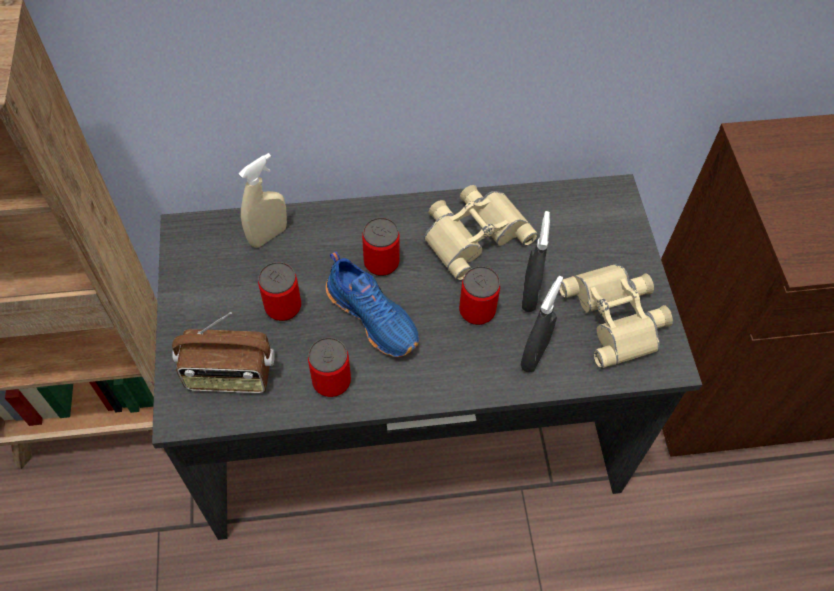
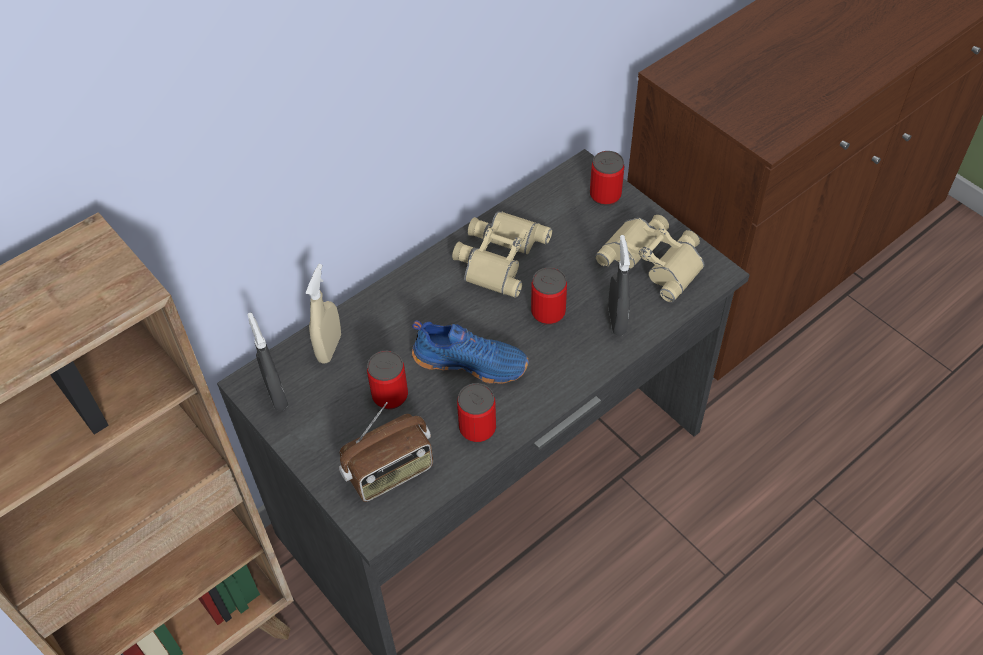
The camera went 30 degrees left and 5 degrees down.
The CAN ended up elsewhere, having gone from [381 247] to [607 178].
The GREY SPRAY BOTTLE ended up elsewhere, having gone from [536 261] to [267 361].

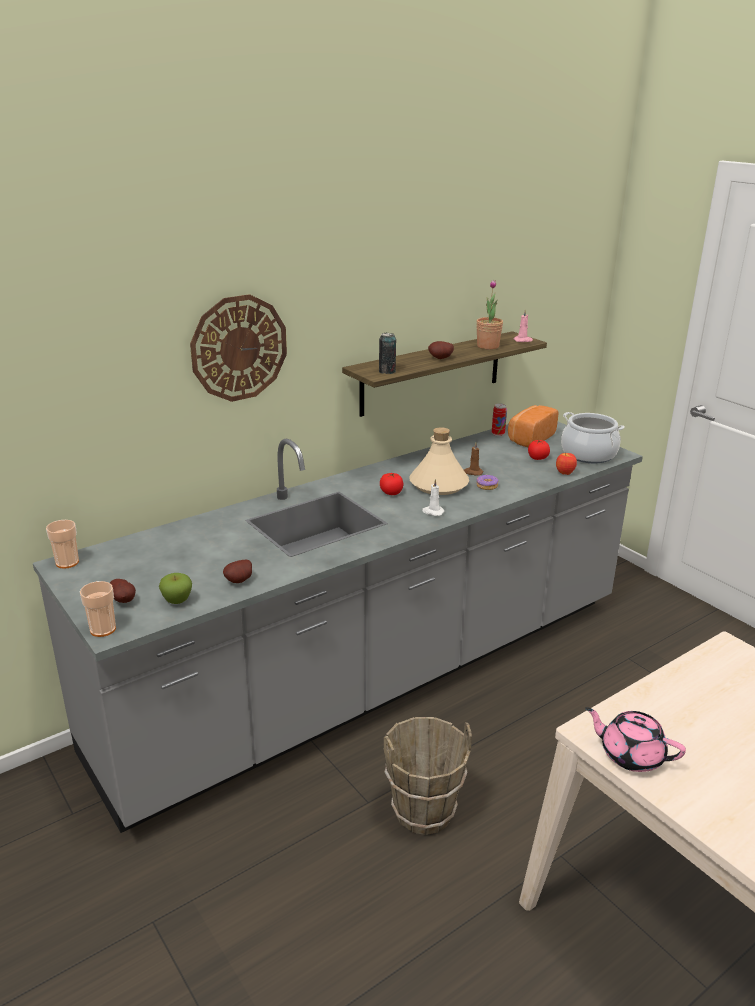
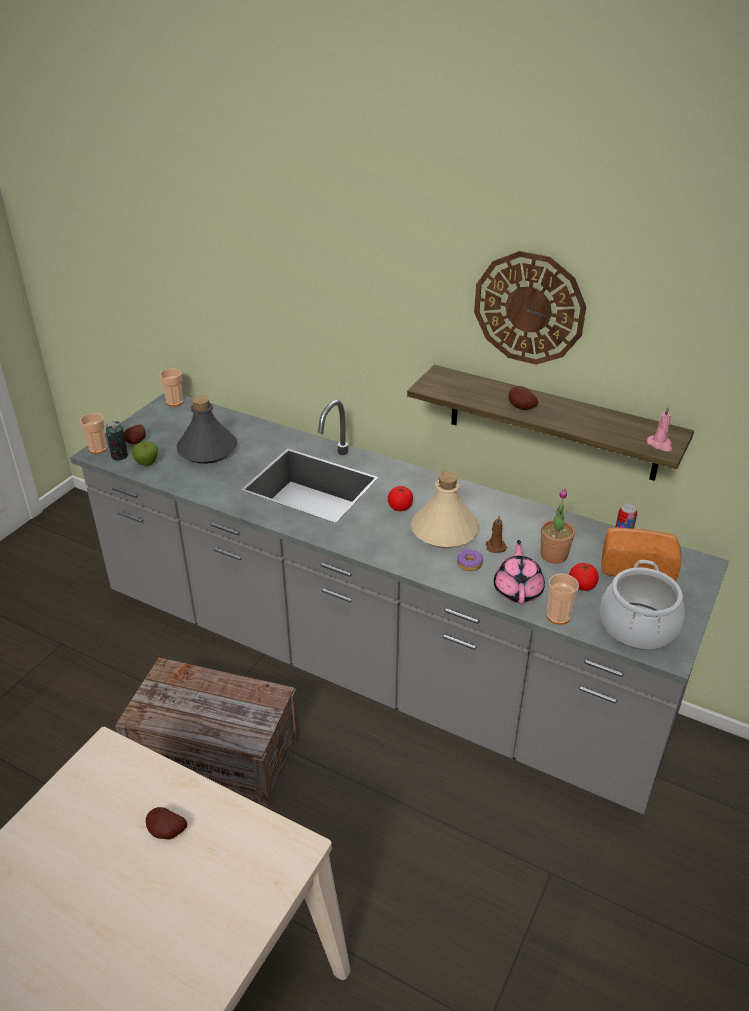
The camera went 65 degrees right and 10 degrees up.
The WALL CLOCK ended up elsewhere, having gone from [238 348] to [530 308].
The POTATO ended up elsewhere, having gone from [237 571] to [166 823].
The CAN ended up elsewhere, having gone from [387 353] to [117 440].
Where the BROWN BUCKET stood at [428 776], the CRATE came to stand at [207 733].
The second view lost the WHITE CANDLE at [433 497].
The POTTED PLANT ended up elsewhere, having gone from [489 315] to [557 526].
Where the APPLE stood at [566 464], the CUP came to stand at [562 599].
The PINK TEAPOT ended up elsewhere, having gone from [635 739] to [519 572].
The second view gained the GREY BOTTLE at [206 429].

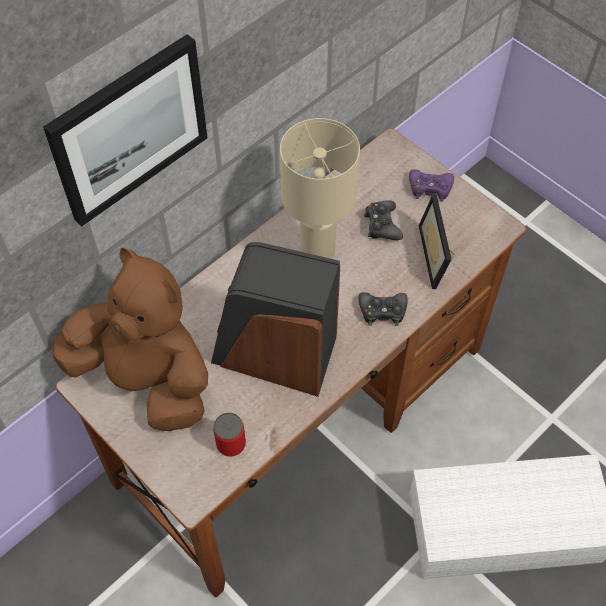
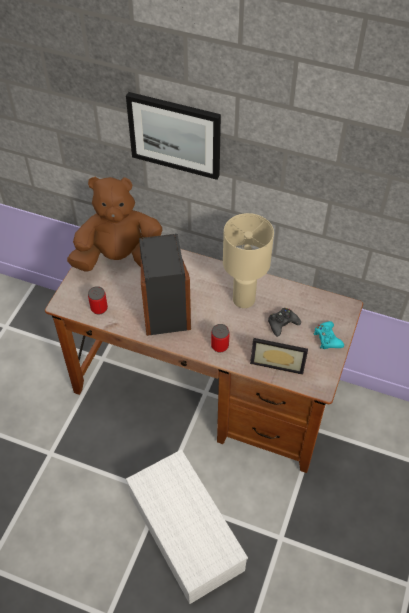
The camera went 65 degrees right and 5 degrees down.
The BROWN PLUSH TOY at [130 339] ended up facing another way, 105 degrees counterclockwise from before.
Where the BLACK GAME CONTROLLER stood at [382 309], the CAN came to stand at [220 338].
What was the PURPLE GAME CONTROLLER at [431 185] turned into the TURQUOISE GAME CONTROLLER at [329 335].
The PICTURE FRAME at [436 241] ended up facing another way, 135 degrees counterclockwise from before.

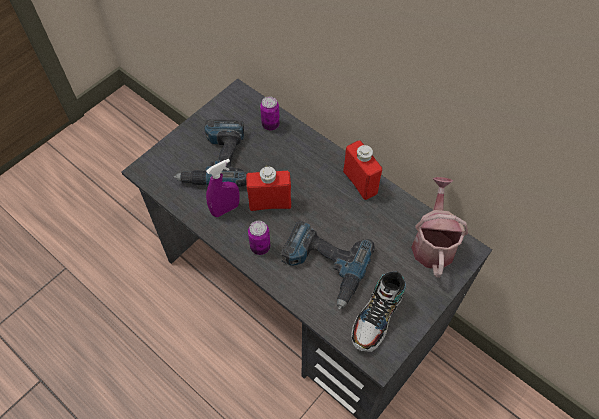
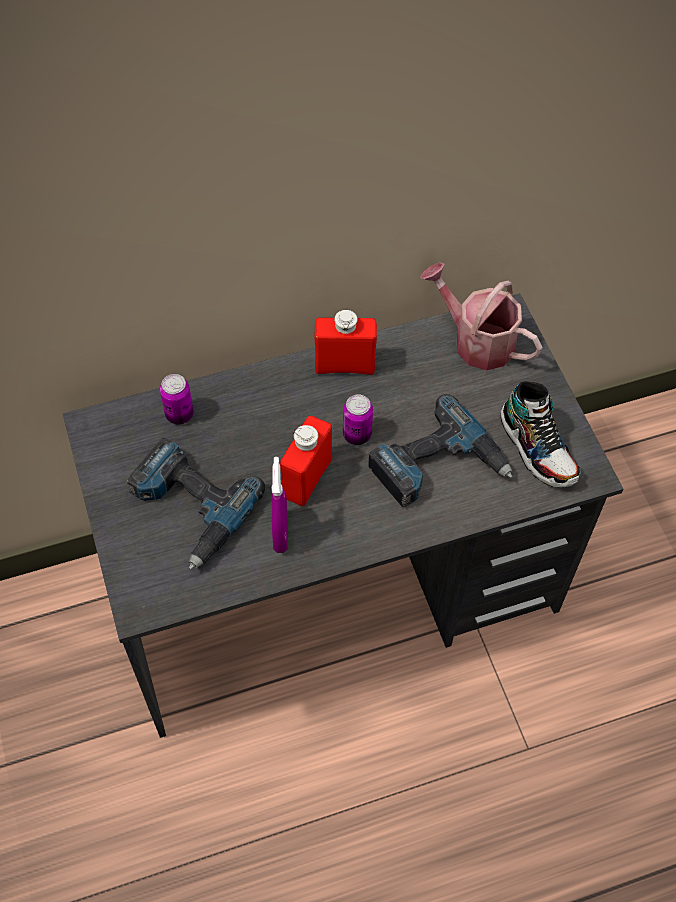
The camera went 60 degrees left and 0 degrees up.
The CAN ended up elsewhere, having gone from [259 238] to [358 419].

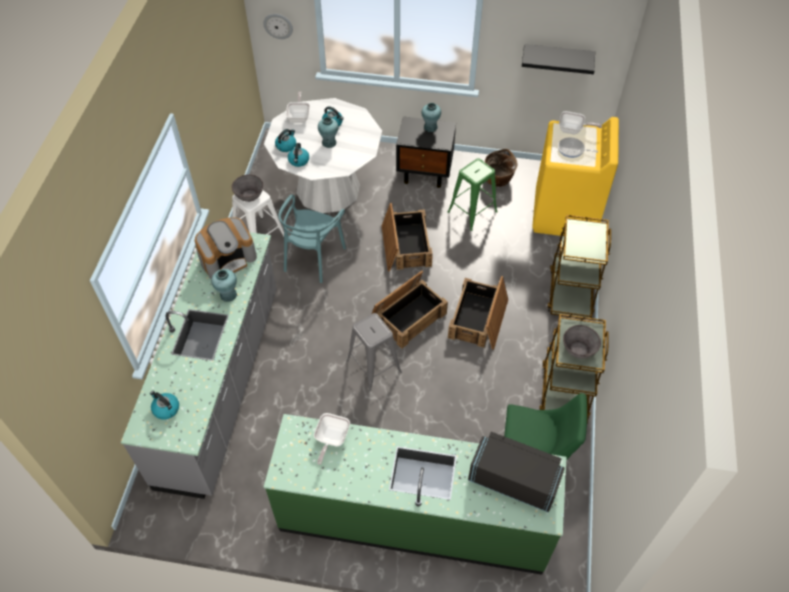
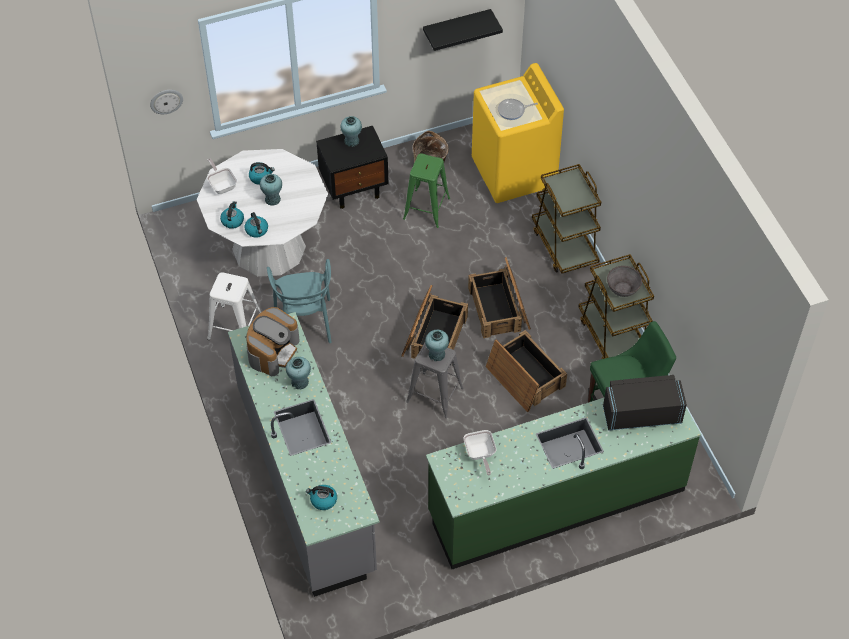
The camera went 30 degrees left and 0 degrees up.
The second view lost the GREY BOWL at [247 188].
The CRATE ended up elsewhere, having gone from [407 237] to [526 371].
The second view lost the FRYING PAN at [580 122].
The second view gained the TURQUOISE VASE at [437 345].

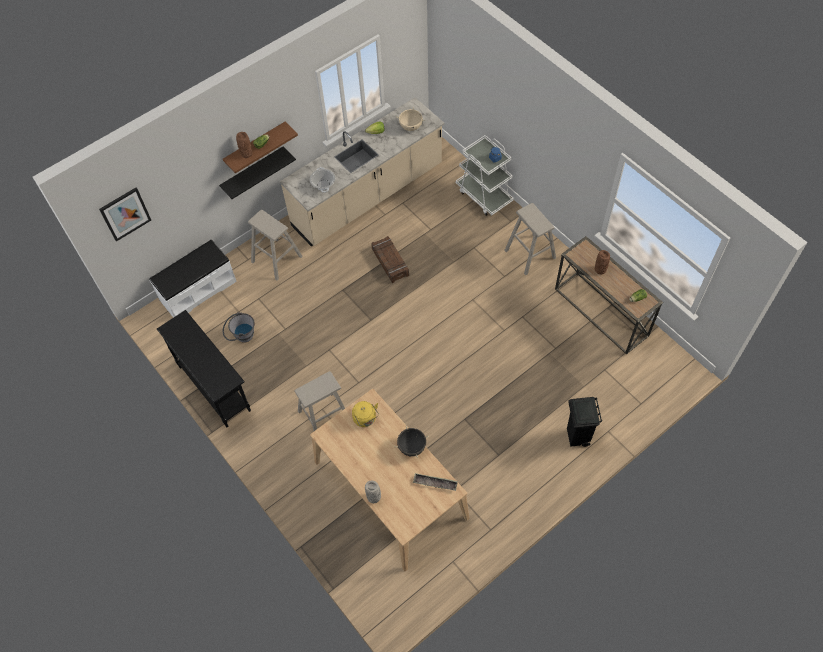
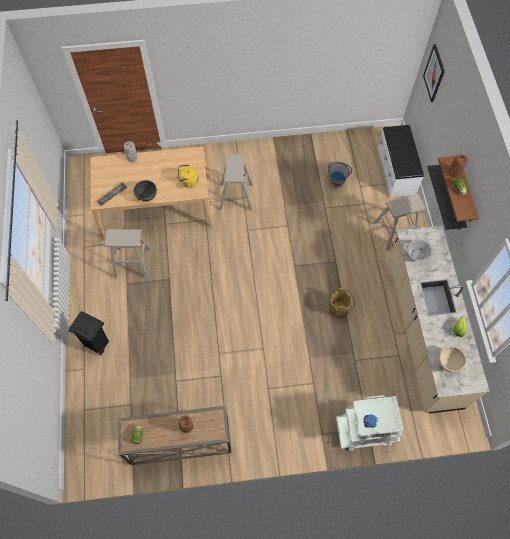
The camera went 120 degrees right and 5 degrees up.
The second view lost the BLACK CONSOLE TABLE at [204 369].
Where the CRATE stood at [390 259], the BROWN BUCKET came to stand at [342 303].
The BEIGE STOOL ended up elsewhere, having gone from [530 239] to [128 254].

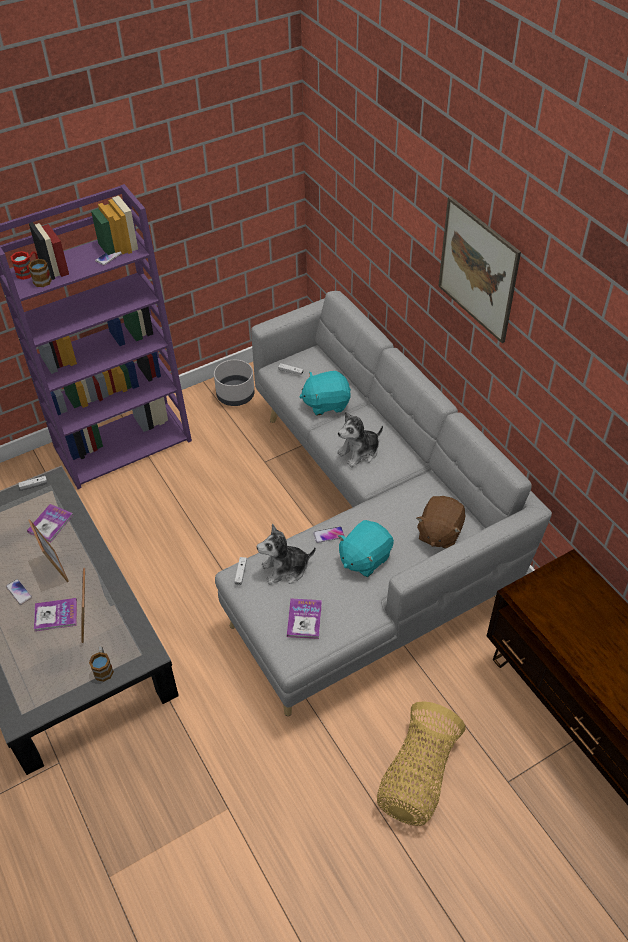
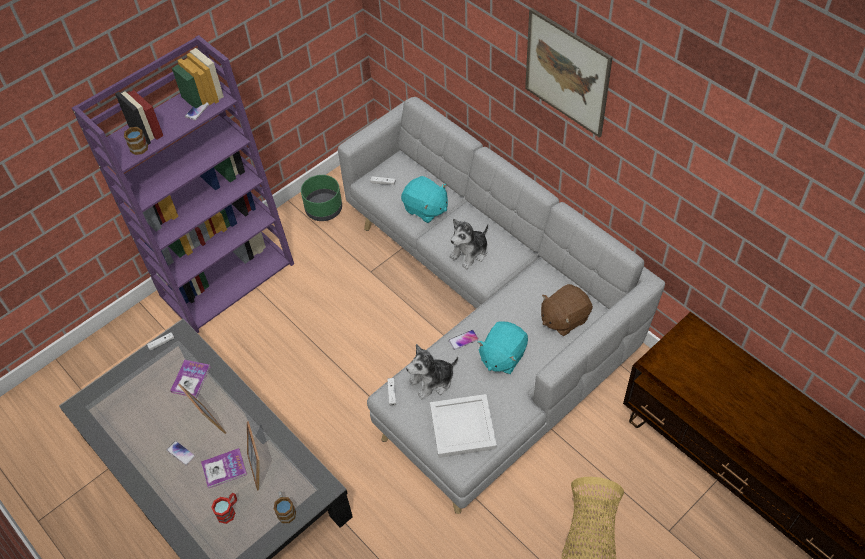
The camera went 10 degrees left and 5 degrees up.
The RED MUG ended up elsewhere, having gone from [24 265] to [224 508].
What was the GREY PLANTER at [234 383] turned into the GREEN PLANTER at [321 198].
Where the BOOK stood at [304 619], the WHITE TRAY came to stand at [463 426].
The TURQUOISE PLUSH TOY at [325 393] ended up facing another way, 120 degrees counterclockwise from before.
The BROWN PLUSH TOY at [440 522] ended up facing another way, 45 degrees clockwise from before.

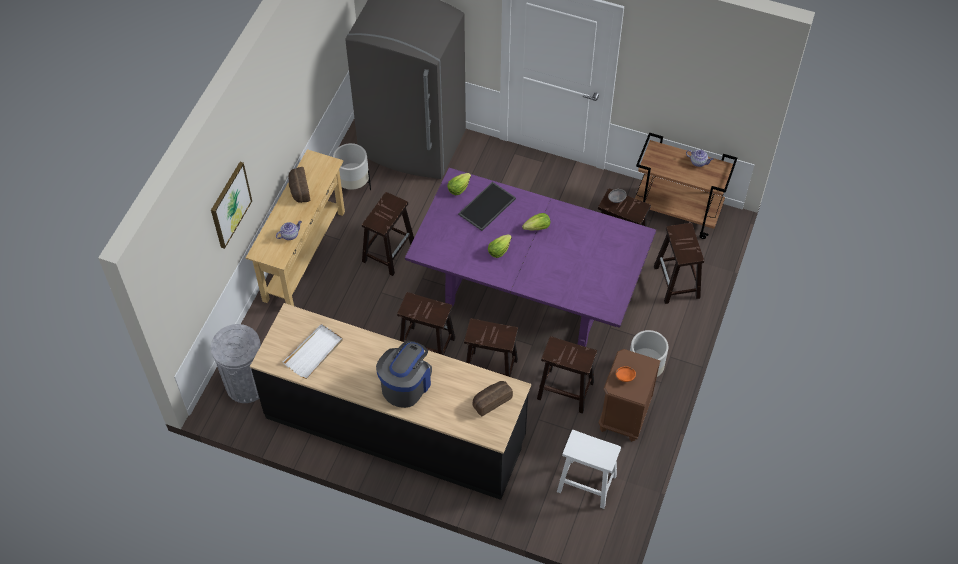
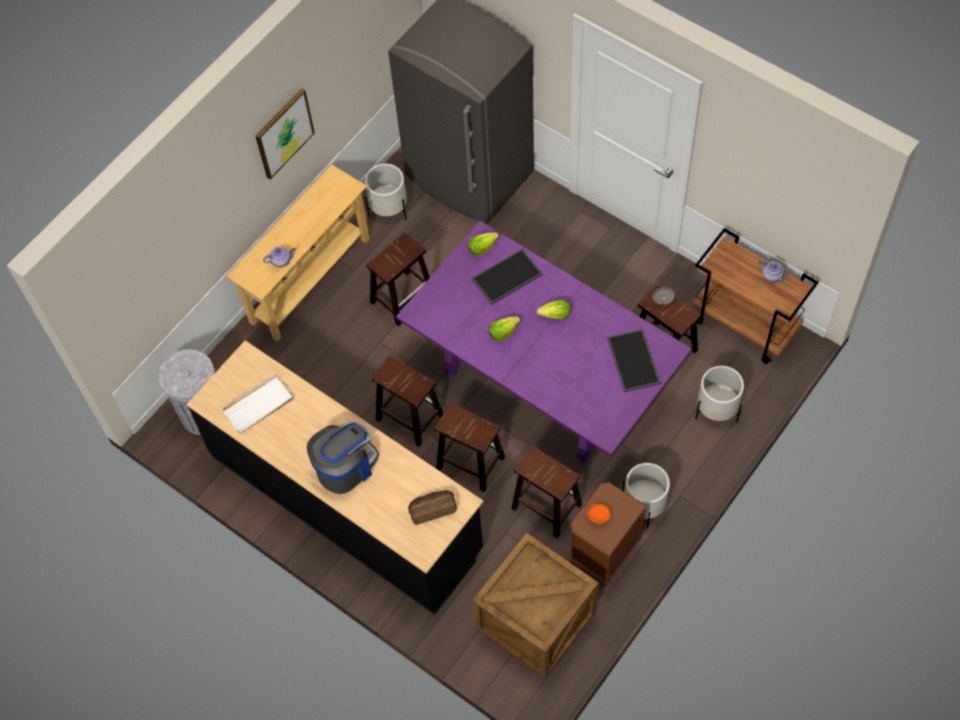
The camera went 20 degrees right and 5 degrees up.
The PICTURE ended up elsewhere, having gone from [231 205] to [285 134].
The second view lost the BREAD at [299 185].
Where the WHITE STOOL stood at [589 469], the CRATE came to stand at [536 605].
Where the BROWN STOOL stood at [679 263], the WHITE PLANTER came to stand at [719 394].
The second view gained the TRAY at [634 360].

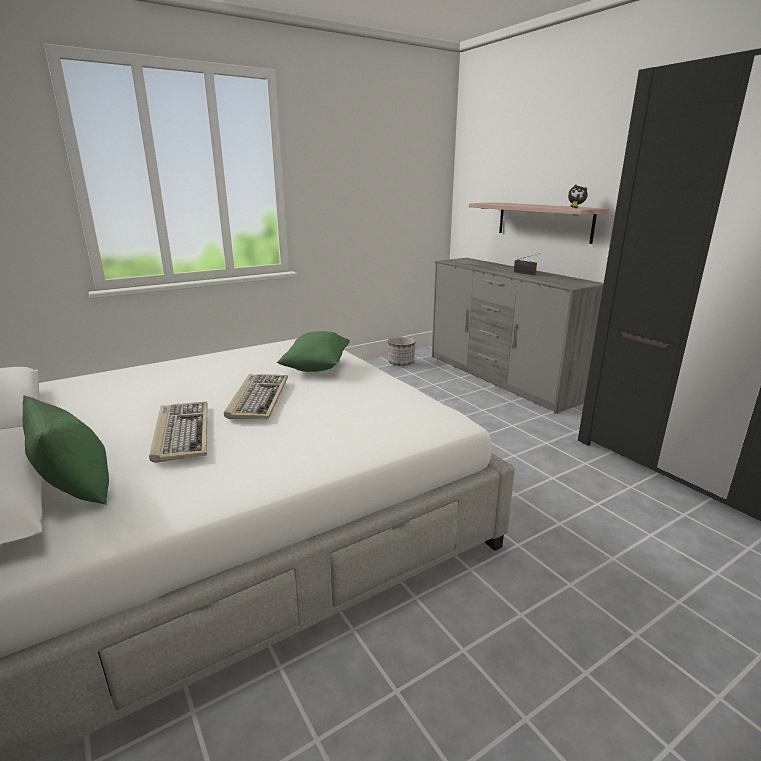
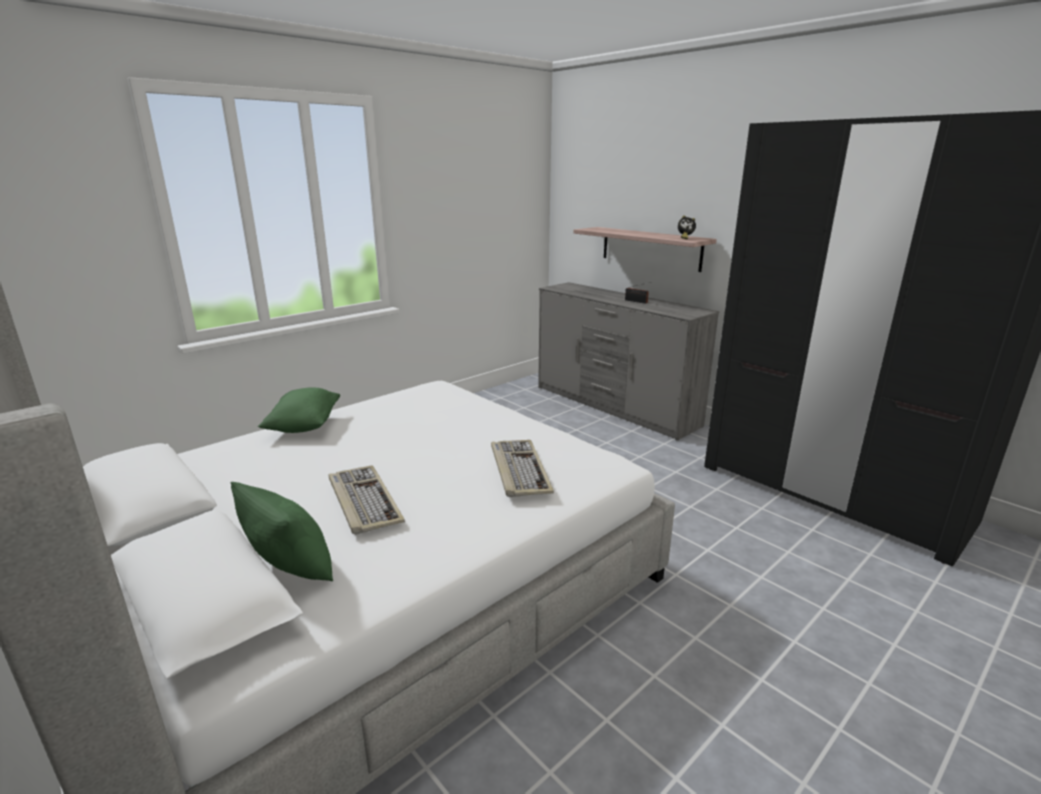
The camera went 10 degrees left and 0 degrees up.
The KEYBOARD ended up elsewhere, having gone from [256 396] to [522 468].
The GREEN PILLOW ended up elsewhere, having gone from [313 351] to [299 410].
The second view lost the PLANTER at [401 351].

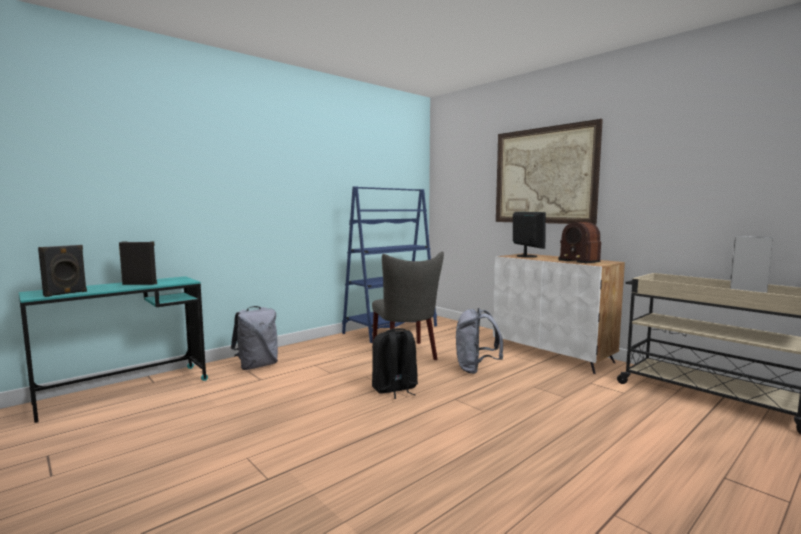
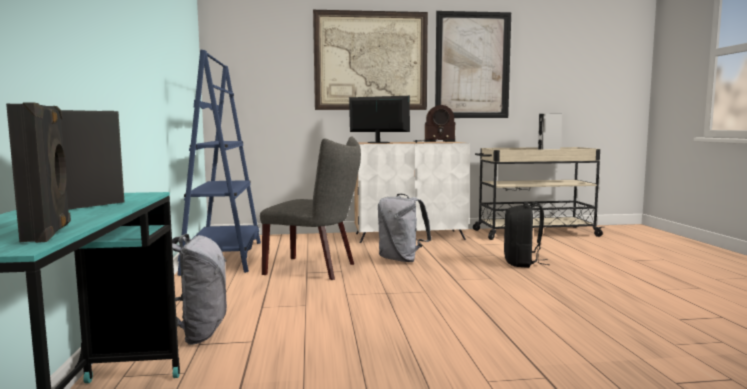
The camera went 55 degrees left and 0 degrees up.
The BLACK BACKPACK ended up elsewhere, having gone from [395 363] to [527 235].
The second view gained the PICTURE at [473 64].

